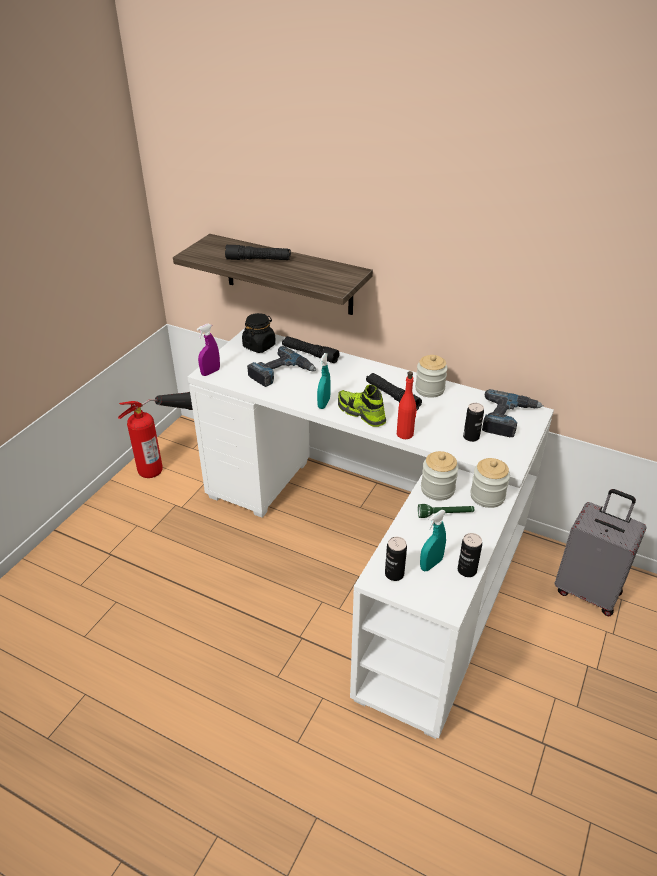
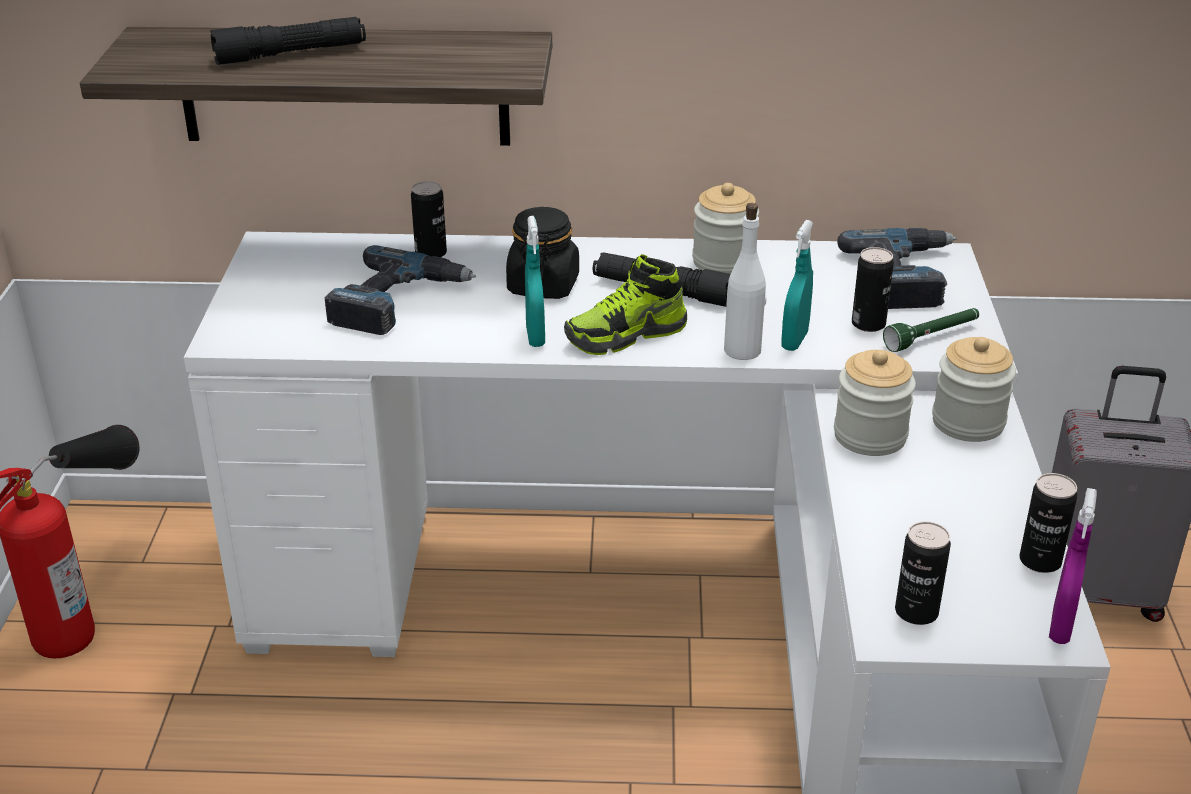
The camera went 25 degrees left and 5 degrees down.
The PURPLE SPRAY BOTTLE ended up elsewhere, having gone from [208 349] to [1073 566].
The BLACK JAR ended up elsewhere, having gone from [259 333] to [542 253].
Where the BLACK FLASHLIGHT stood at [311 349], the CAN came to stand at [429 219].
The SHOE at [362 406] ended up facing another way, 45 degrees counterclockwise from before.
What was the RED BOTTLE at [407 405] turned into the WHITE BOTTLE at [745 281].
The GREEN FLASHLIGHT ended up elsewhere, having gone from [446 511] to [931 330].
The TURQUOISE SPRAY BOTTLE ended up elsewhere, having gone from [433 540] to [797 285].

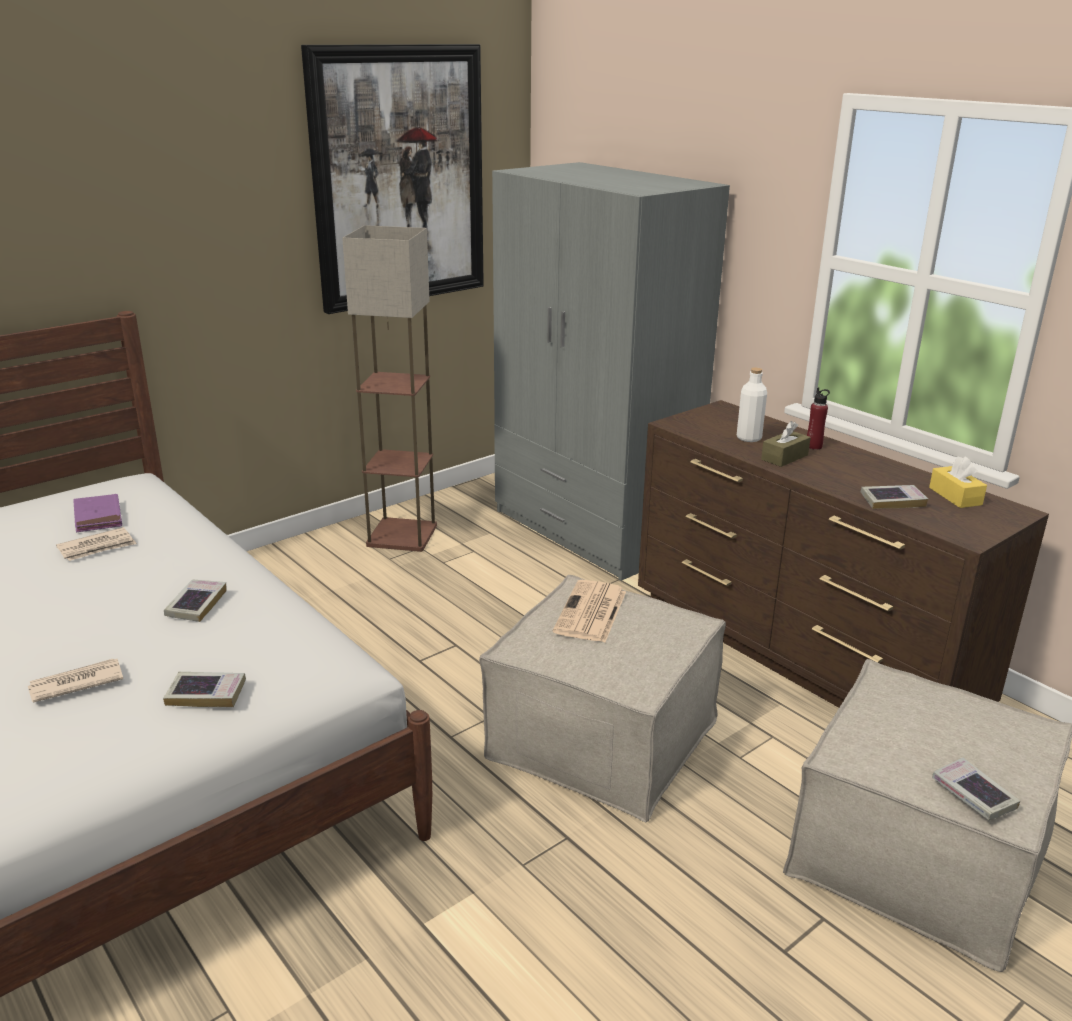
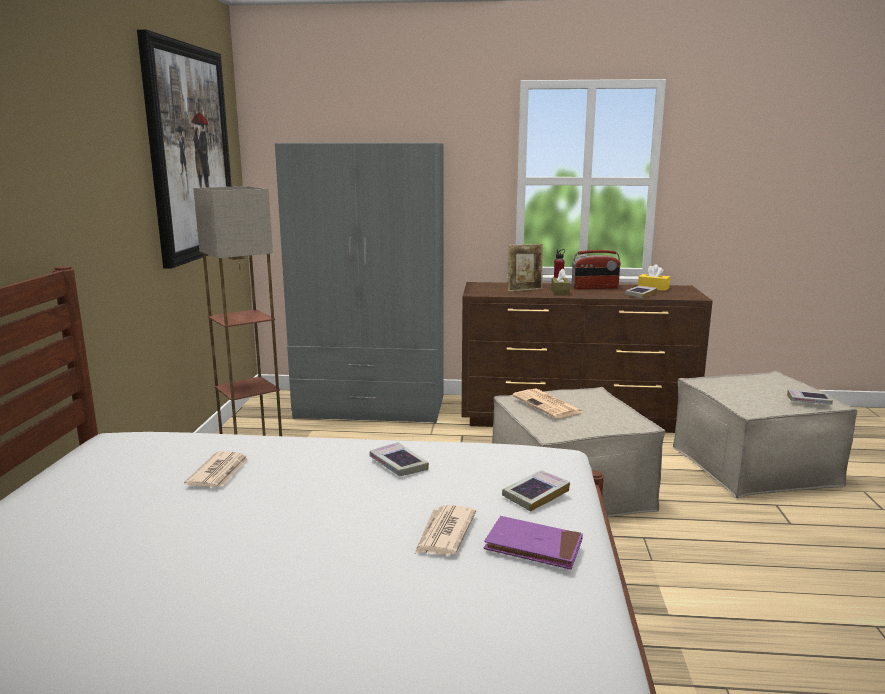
The camera went 45 degrees left and 10 degrees down.
The PURPLE BOOK ended up elsewhere, having gone from [97 513] to [533 543].
Where the WHITE BOTTLE stood at [752 405], the PICTURE FRAME came to stand at [525 268].
The second view gained the RADIO at [596 269].

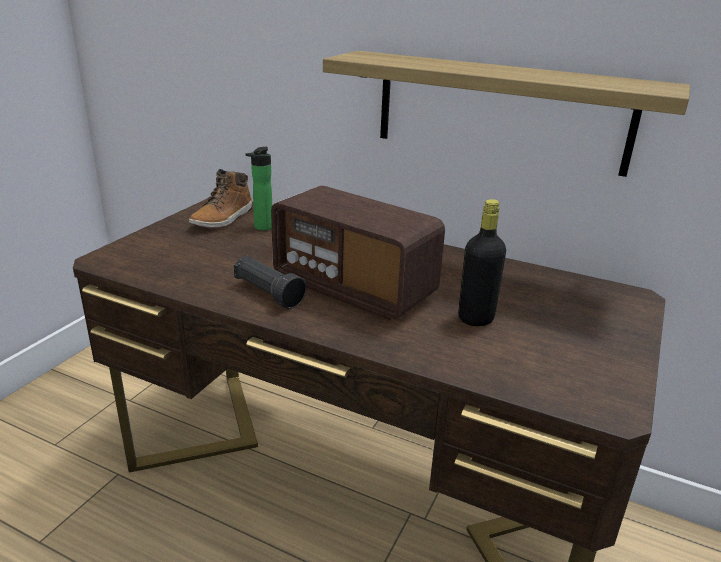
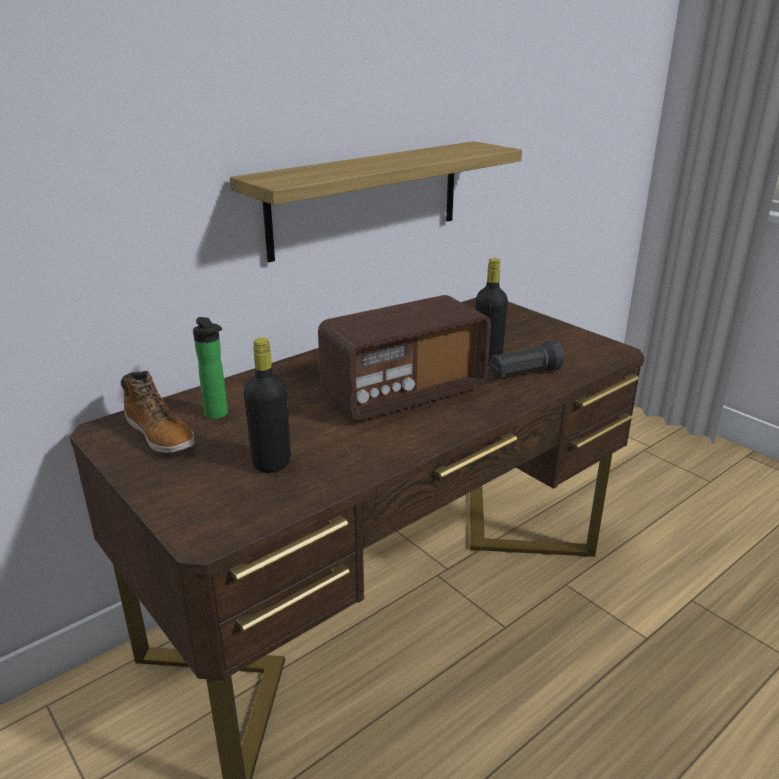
The camera went 65 degrees left and 0 degrees up.
The BLACK FLASHLIGHT ended up elsewhere, having gone from [270 282] to [526 359].
The second view gained the BLACK BOTTLE at [267 405].

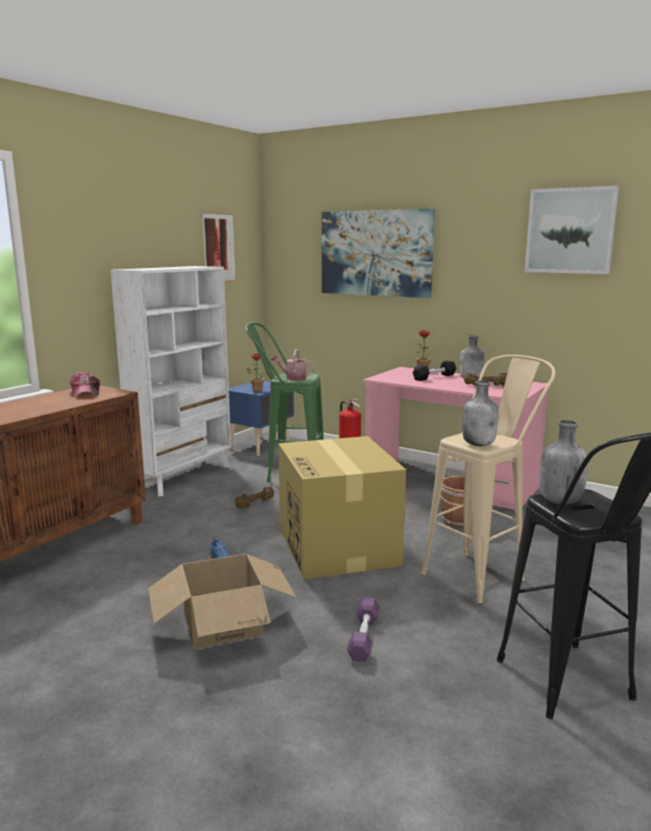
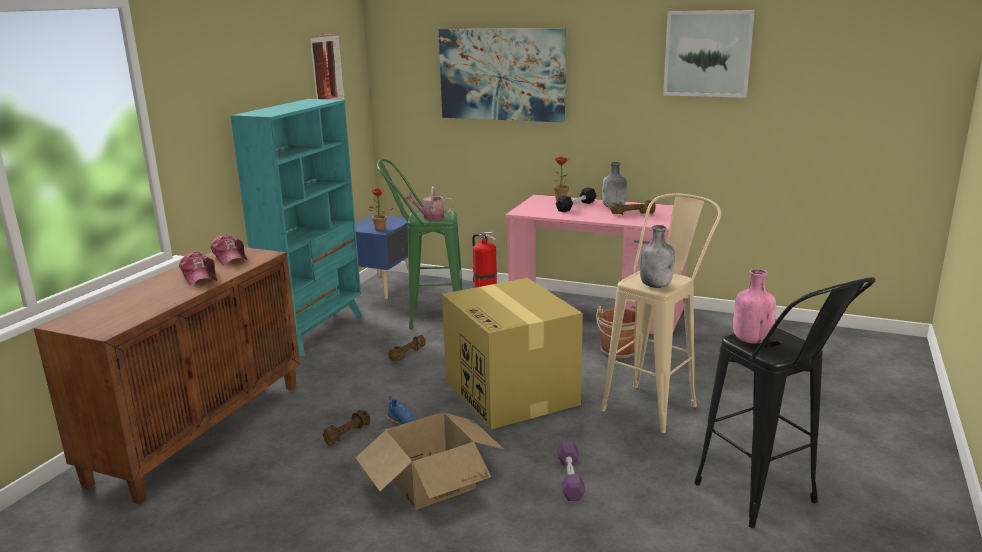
The camera went 10 degrees left and 5 degrees up.
What was the WHITE BOOKCASE at [171 381] turned into the TURQUOISE BOOKCASE at [296 227].
What was the GREY BOTTLE at [563 462] turned into the PINK BOTTLE at [754 306].
The second view gained the CAP at [198 268].
The second view gained the BROWN DUMBBELL at [347 428].

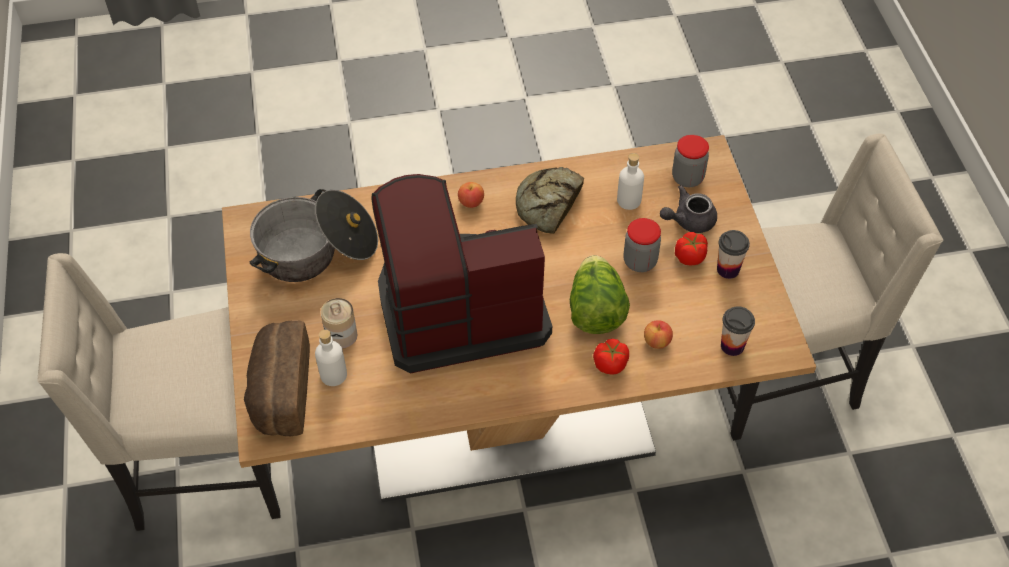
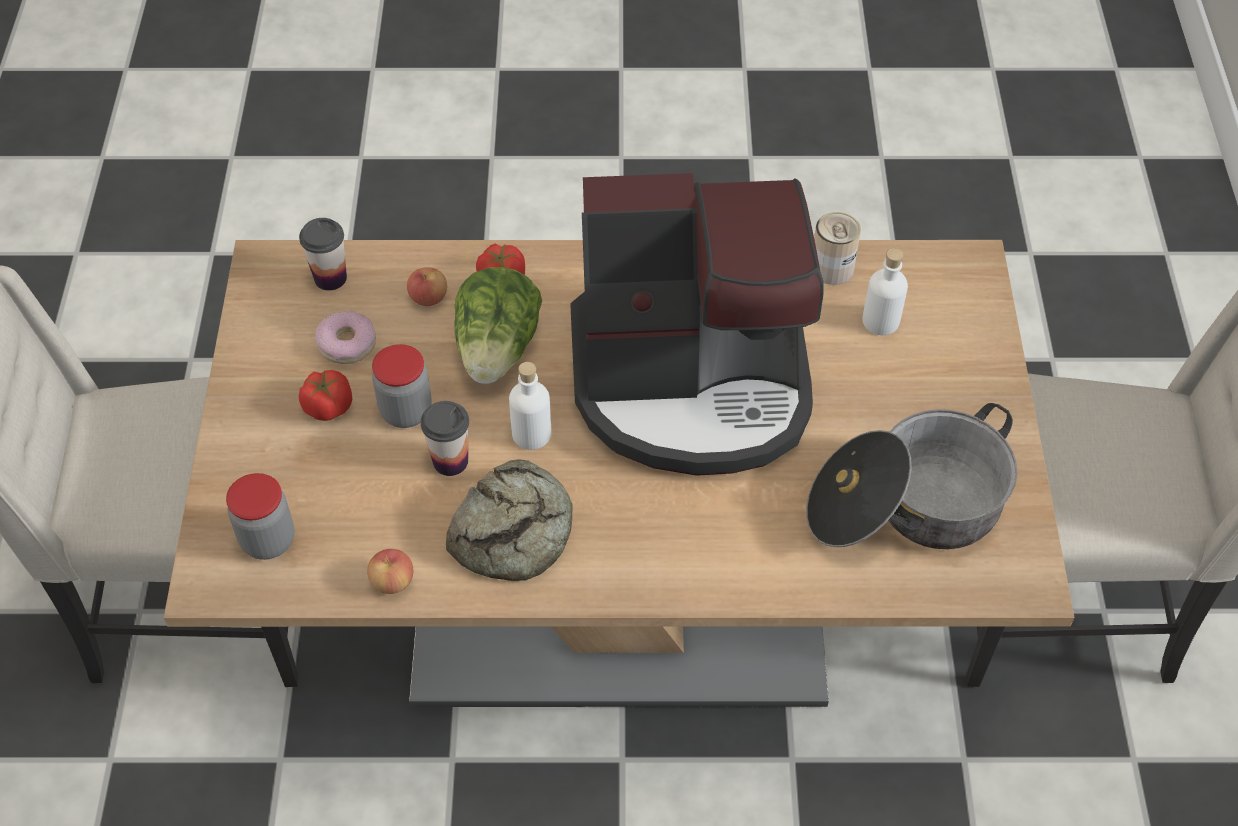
The camera went 170 degrees left and 0 degrees up.
The second view lost the BREAD at [277 378].
The CAN ended up elsewhere, having gone from [339 323] to [837 248].
The APPLE ended up elsewhere, having gone from [471 195] to [390 571].
The WHITE BOTTLE ended up elsewhere, having gone from [630 181] to [530 406].
The second view lost the GREY TEAPOT at [688 209].
The CUP ended up elsewhere, having gone from [733 254] to [445 438].
The second view gained the DONUT at [345 337].

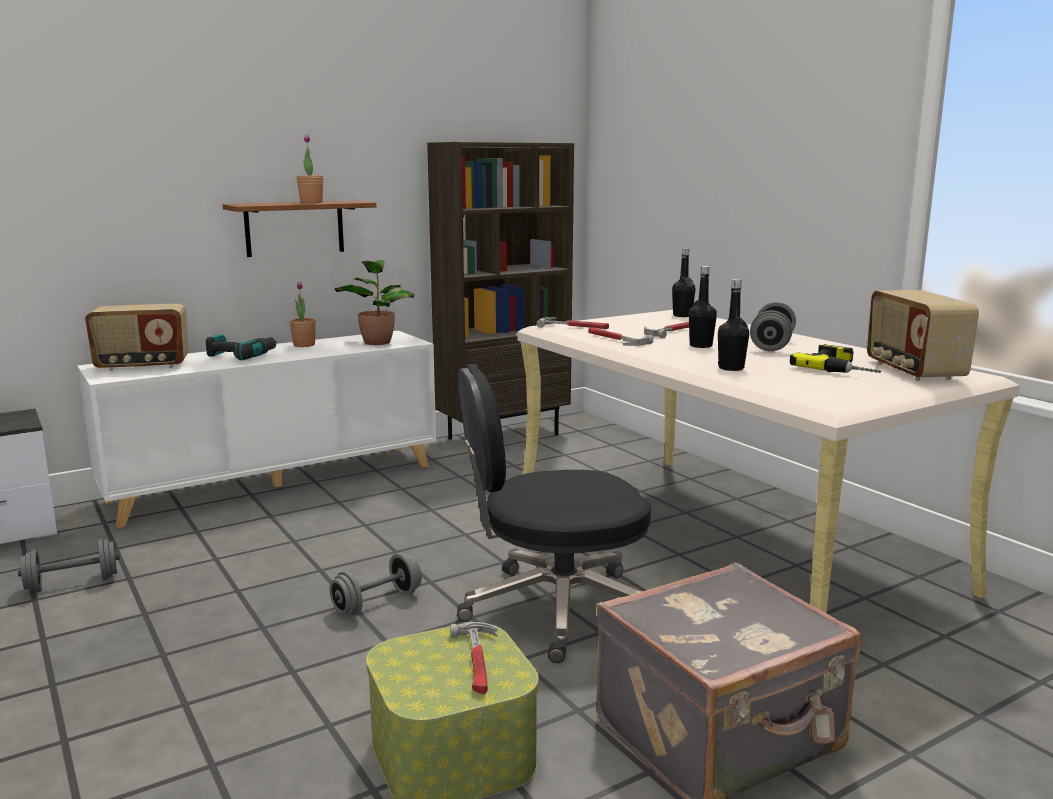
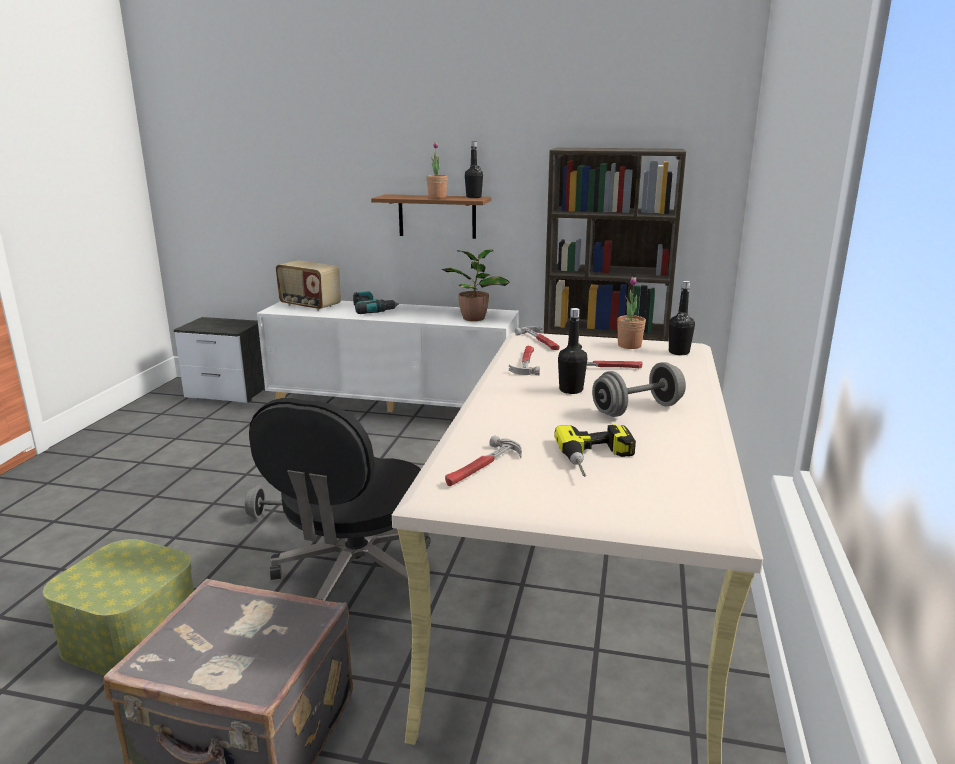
The camera went 45 degrees right and 5 degrees up.
The second view lost the GREY DUMBBELL at [69 565].
The POTTED PLANT ended up elsewhere, having gone from [303 314] to [631 312].
The HAMMER ended up elsewhere, having gone from [473 658] to [483 460].
The BLACK OFFICE CHAIR at [554 513] ended up facing another way, 105 degrees counterclockwise from before.
The BLACK BOTTLE ended up elsewhere, having gone from [733 325] to [474 170].
The second view lost the RADIO at [923 335].

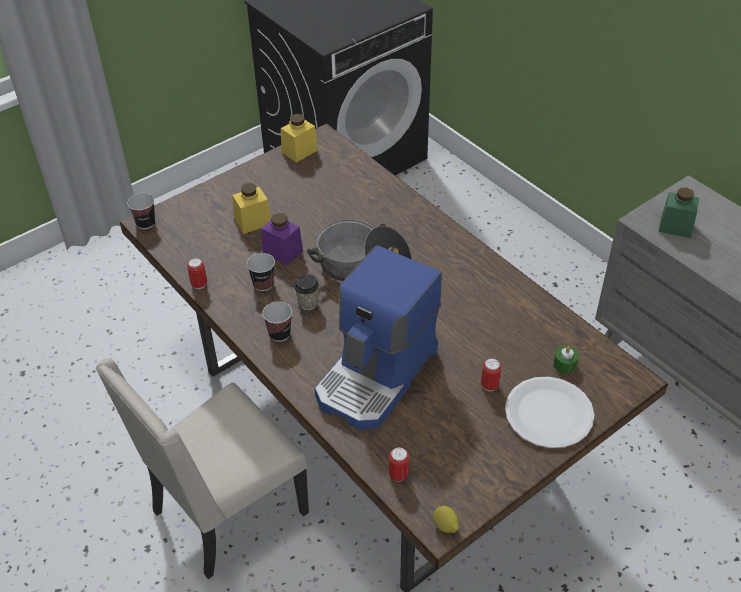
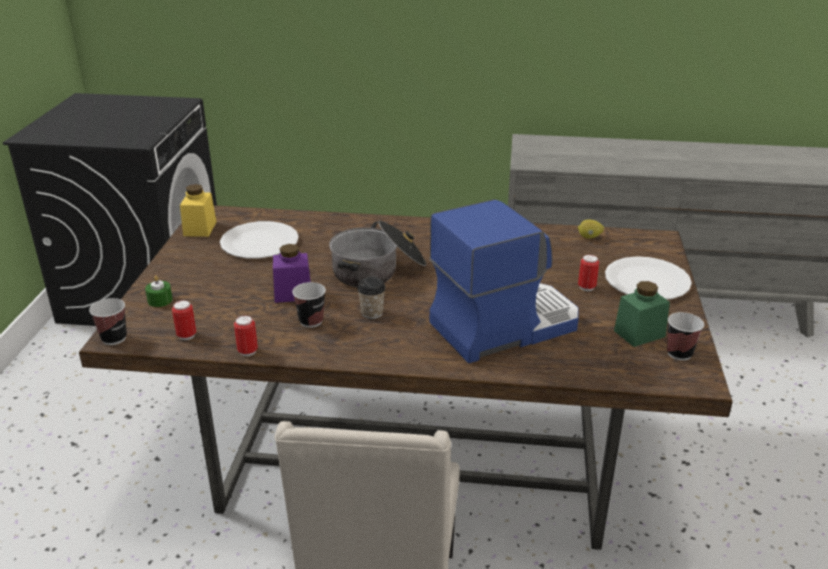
The camera went 45 degrees left and 15 degrees down.
The second view lost the YELLOW JAR at [251 208].
The CUP ended up elsewhere, having gone from [277 322] to [685 336].
The COFFEE MACHINE at [378 337] ended up facing another way, 105 degrees counterclockwise from before.
The CAN ended up elsewhere, having gone from [399 464] to [184 320].
The LEMON ended up elsewhere, having gone from [446 519] to [591 229].
The GREEN CANDLE ended up elsewhere, having gone from [566 360] to [159 291].
The GREEN JAR ended up elsewhere, having gone from [679 213] to [642 314].
The second view gained the WHITE PLATE at [259 239].

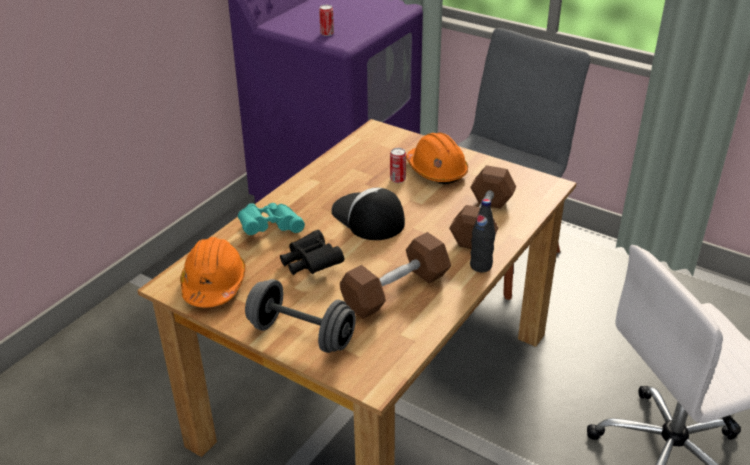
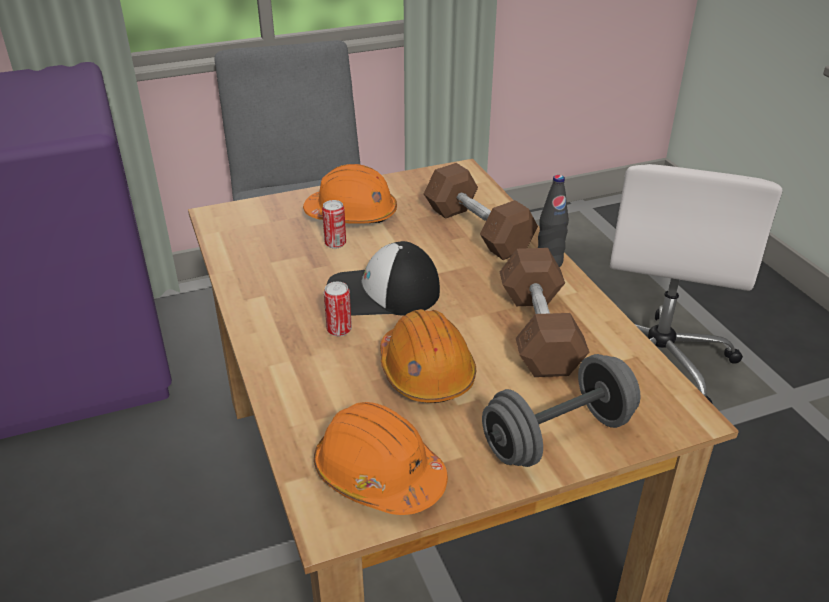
The camera went 55 degrees left and 0 degrees up.
The second view lost the TURQUOISE BINOCULARS at [271 219].
Where the BLACK BINOCULARS stood at [312 252], the ORANGE HARD HAT came to stand at [428 356].
The CAN ended up elsewhere, having gone from [326 20] to [338 309].

